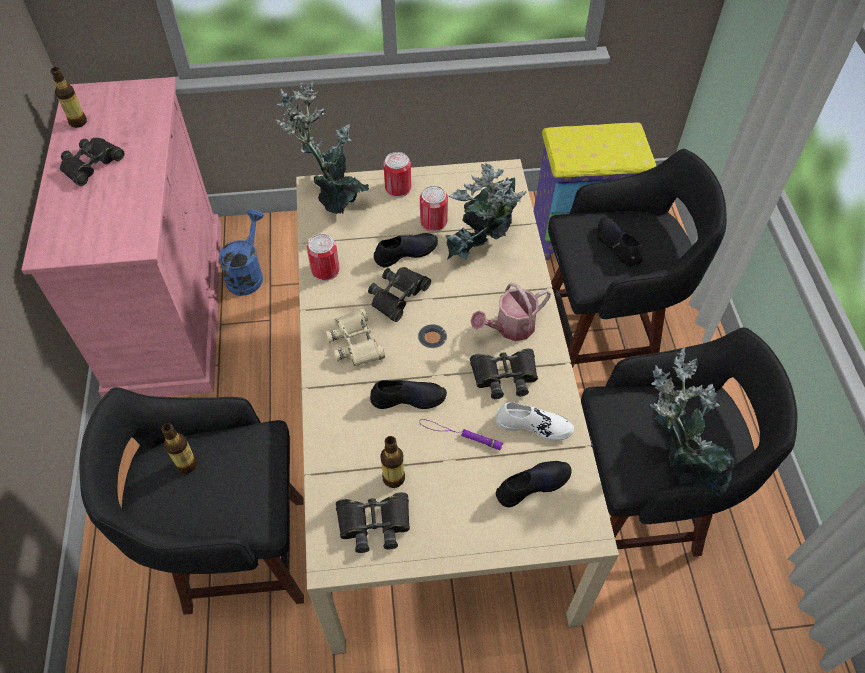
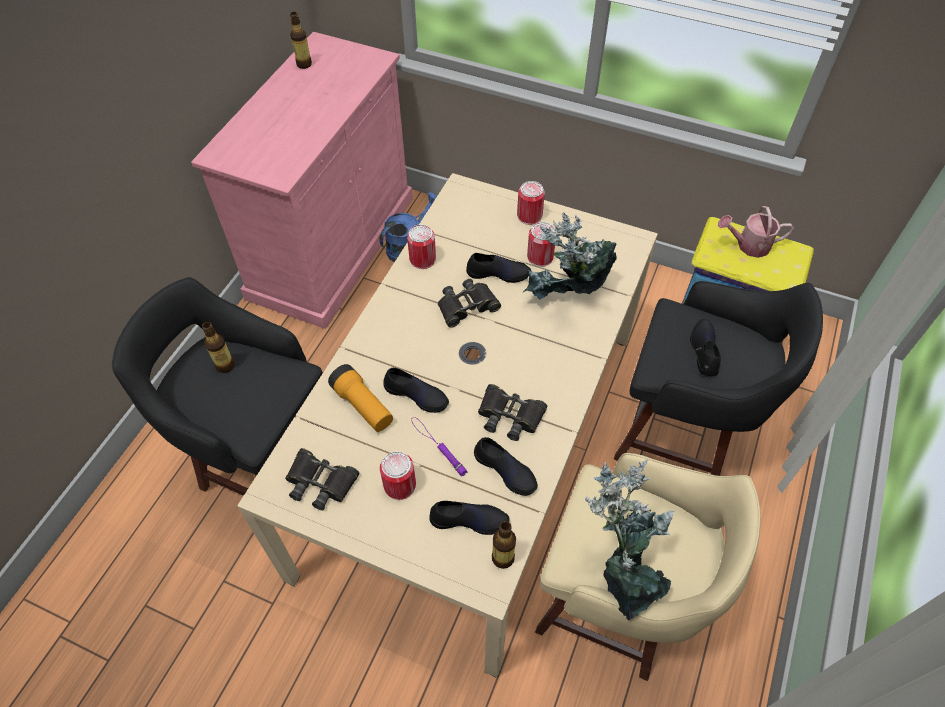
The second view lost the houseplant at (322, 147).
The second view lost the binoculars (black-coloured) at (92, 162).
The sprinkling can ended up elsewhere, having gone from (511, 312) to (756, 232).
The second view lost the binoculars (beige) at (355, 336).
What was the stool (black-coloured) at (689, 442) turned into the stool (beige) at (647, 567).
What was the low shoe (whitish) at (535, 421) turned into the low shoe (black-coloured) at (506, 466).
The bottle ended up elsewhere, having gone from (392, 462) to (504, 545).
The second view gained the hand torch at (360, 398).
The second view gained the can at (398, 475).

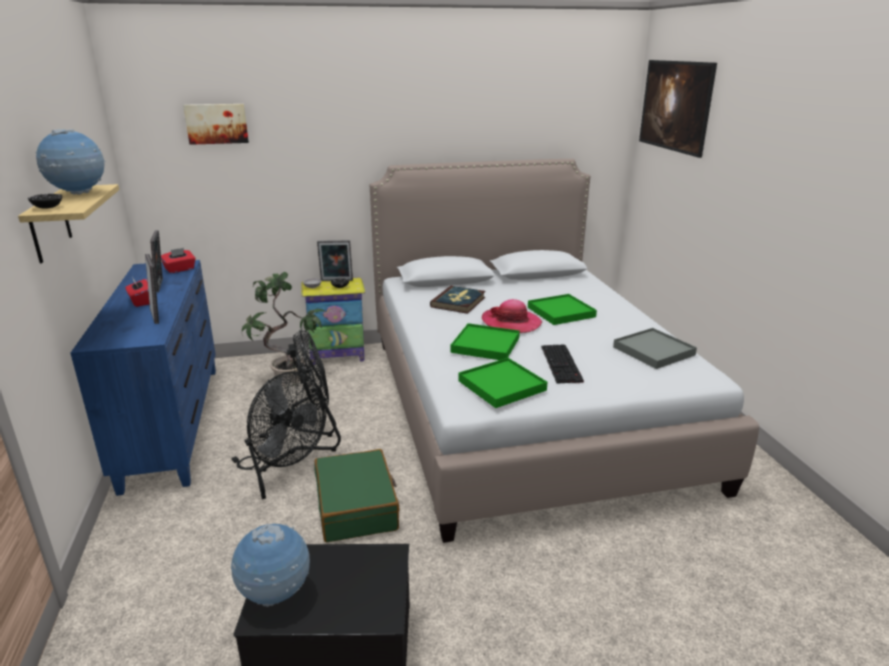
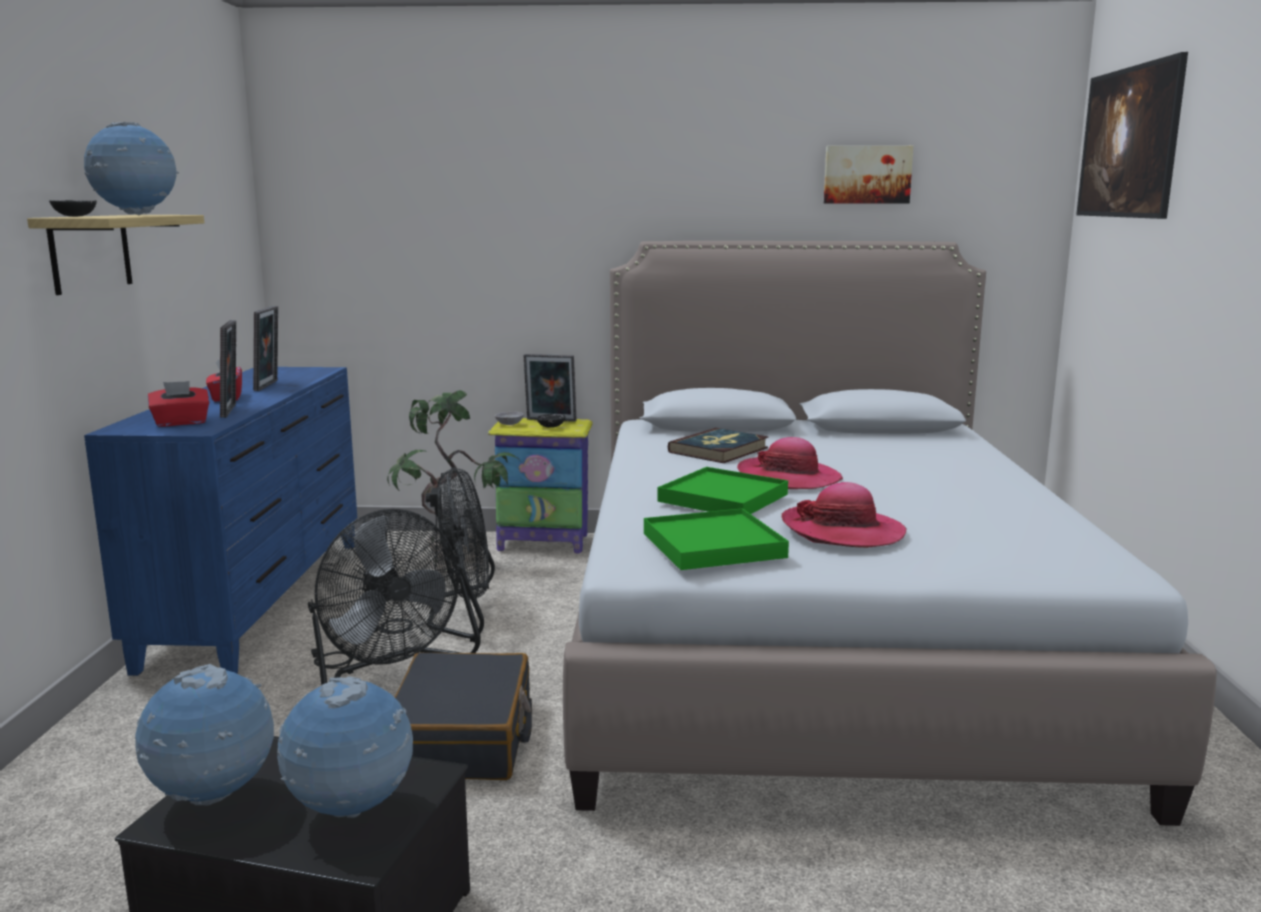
The wall picture ended up elsewhere, having gone from (216, 124) to (868, 174).
The tissue box (red-coloured) ended up elsewhere, having gone from (178, 260) to (178, 404).
The second view lost the tray (green) at (562, 309).
The second view lost the tray (greyish) at (655, 348).
Where the PC keyboard stood at (562, 364), the clothing hat came to stand at (843, 515).
What was the travel case (green) at (357, 495) turned into the travel case (black-coloured) at (463, 716).
The second view gained the world globe at (345, 747).

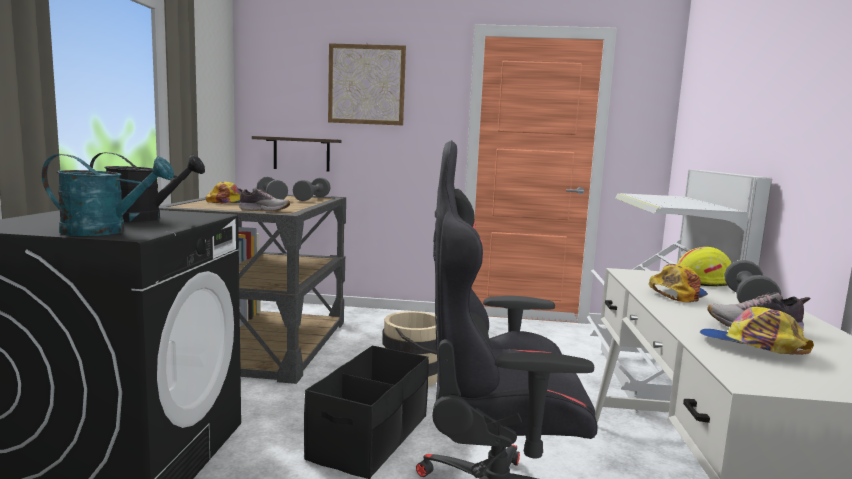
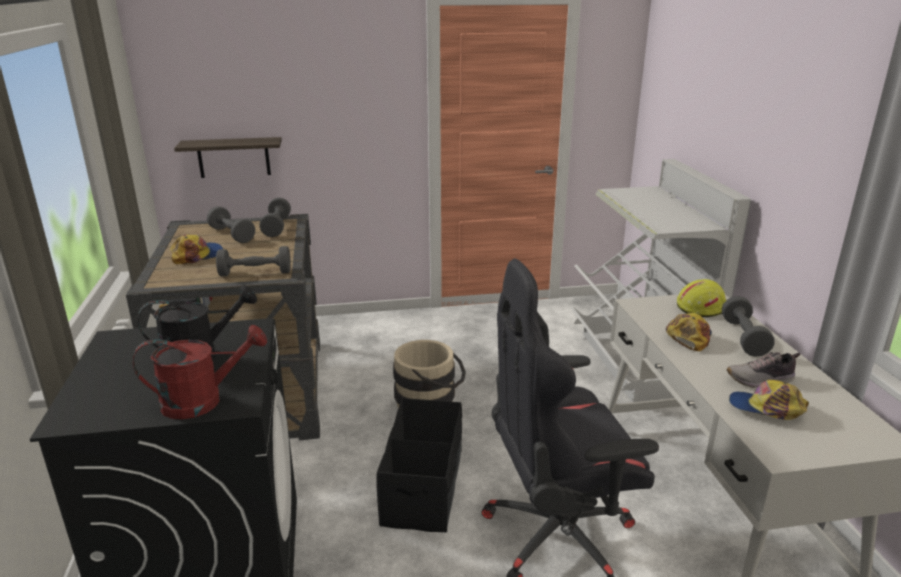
The second view lost the wall picture at (367, 84).
What was the sprinkling can (turquoise) at (108, 195) turned into the sprinkling can (red-coloured) at (200, 372).
Where the low shoe stood at (264, 199), the dumbbell (greyish) came to stand at (253, 261).

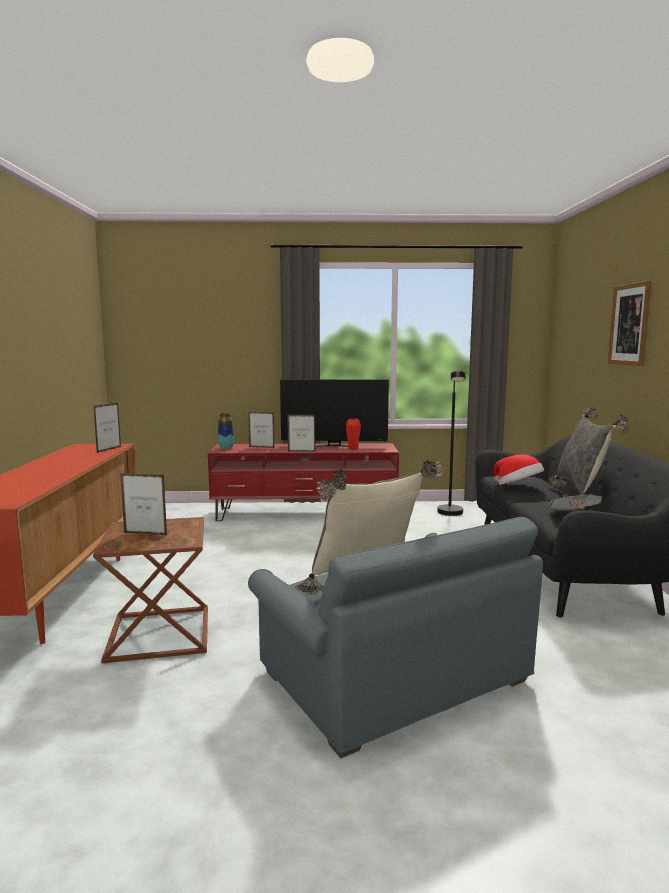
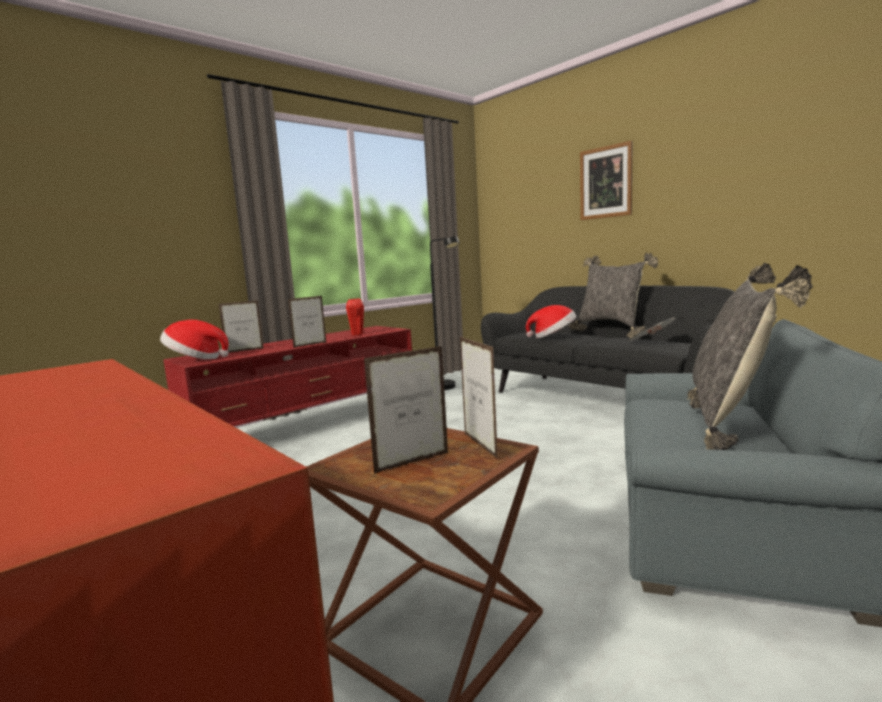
The second view lost the television at (334, 413).
The standing frame ended up elsewhere, having gone from (107, 427) to (479, 397).
Where the flower vase stood at (226, 431), the clothing hat came to stand at (194, 339).

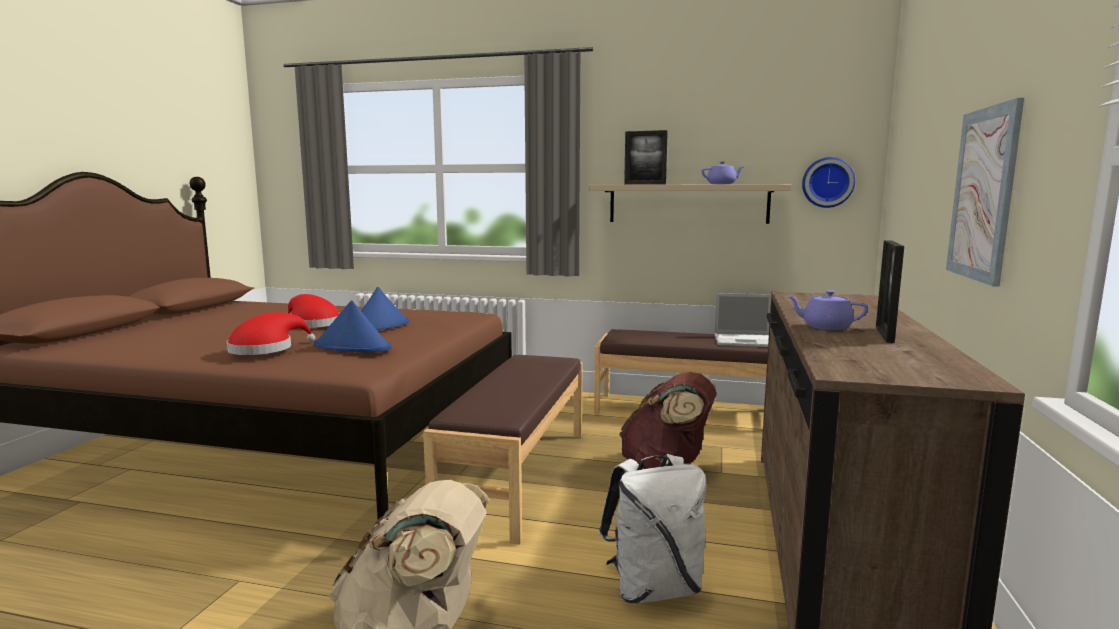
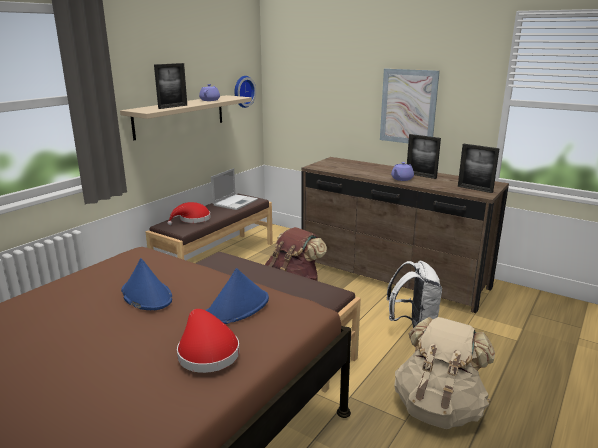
The clothing hat (red-coloured) ended up elsewhere, having gone from (314, 311) to (189, 213).
The second view gained the standing frame at (479, 168).

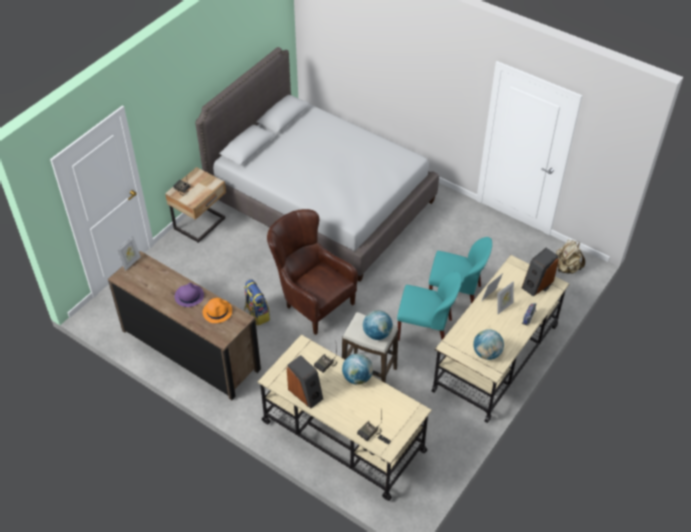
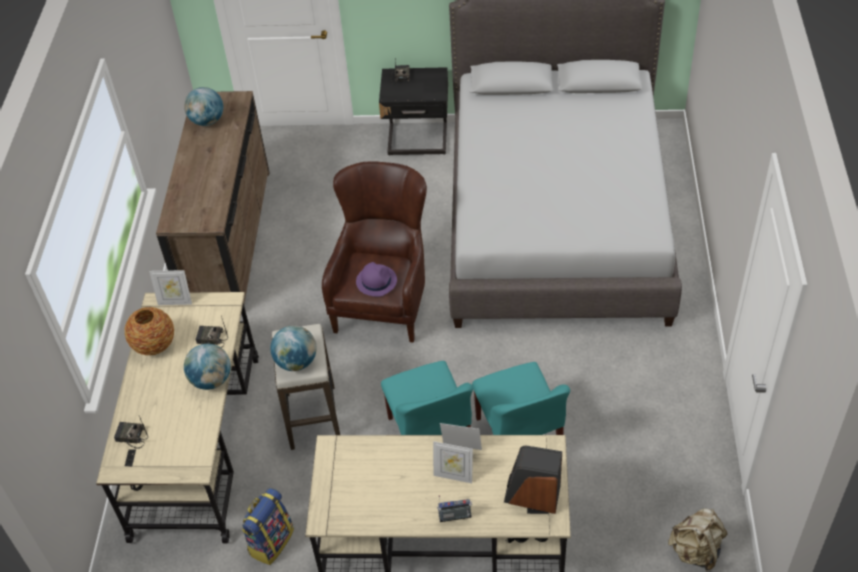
What was the night table (beige) at (195, 205) turned into the night table (black-coloured) at (413, 111).
The standing frame ended up elsewhere, having gone from (129, 253) to (170, 287).
The knapsack ended up elsewhere, having gone from (257, 302) to (267, 526).
The clothing hat (purple-coloured) ended up elsewhere, having gone from (189, 295) to (376, 279).
The second view lost the clothing hat (orange-coloured) at (217, 310).
The world globe ended up elsewhere, having gone from (488, 344) to (203, 106).
Where the audio speaker stood at (305, 382), the flower vase came to stand at (149, 331).

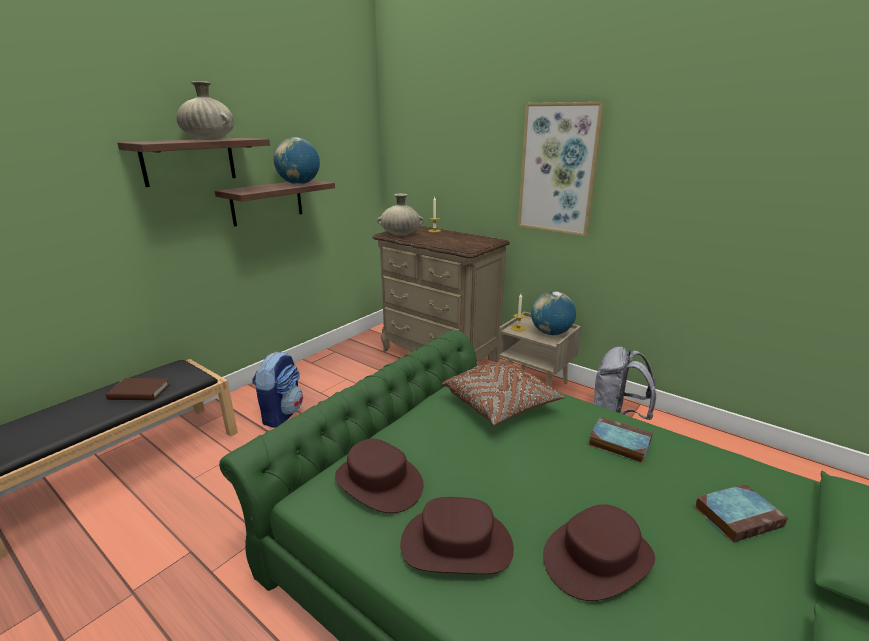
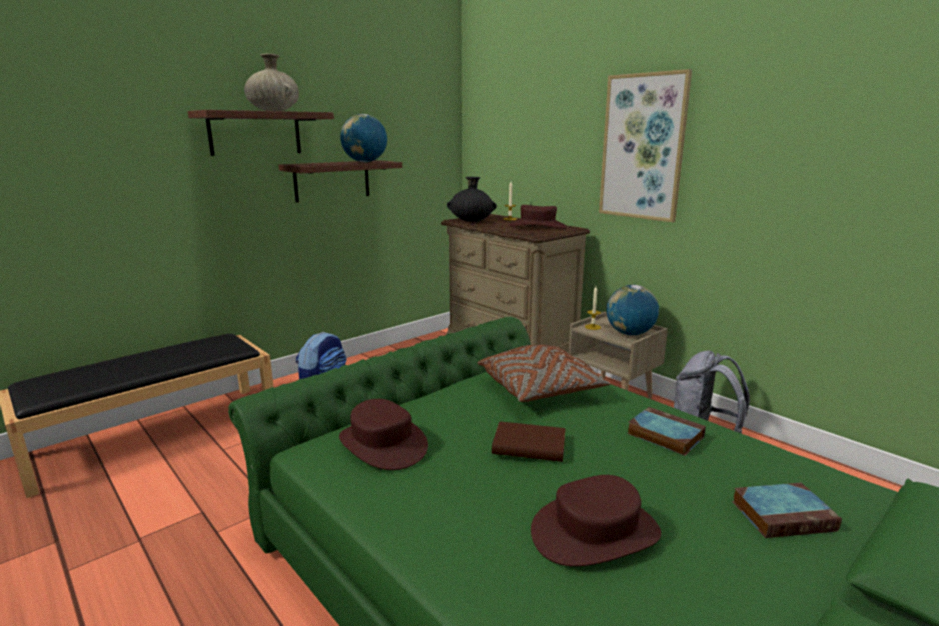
What was the flower vase (beige) at (400, 215) turned into the flower vase (black-coloured) at (472, 199).
The book (brown) ended up elsewhere, having gone from (138, 389) to (528, 441).
The clothing hat (brown) ended up elsewhere, having gone from (457, 535) to (538, 217).

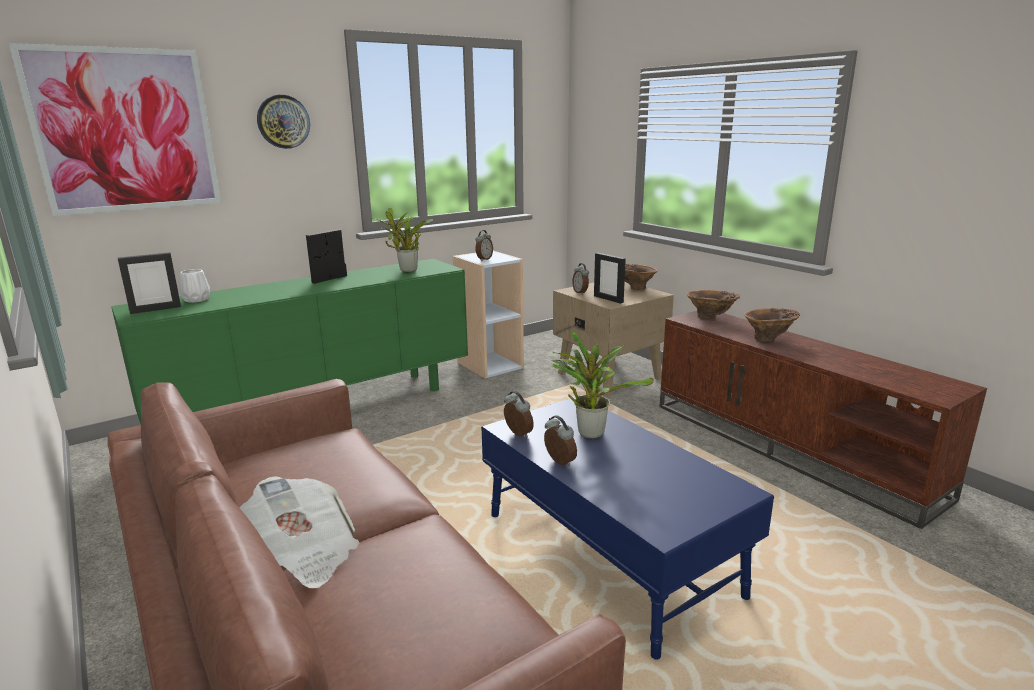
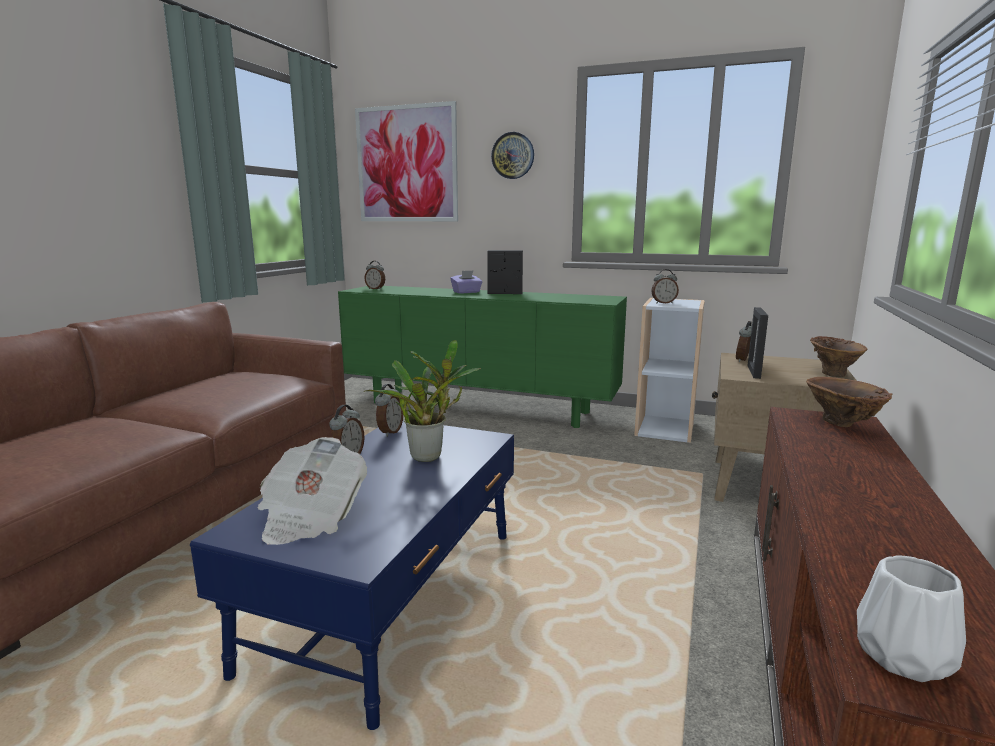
The second view lost the houseplant at (402, 240).
Where the standing frame stood at (149, 283), the alarm clock came to stand at (375, 275).
The flower vase (whitish) ended up elsewhere, having gone from (194, 286) to (911, 618).
The second view lost the flower vase (brown) at (772, 324).
The printed paper ended up elsewhere, having gone from (299, 532) to (312, 491).
The second view gained the tissue box (purple-coloured) at (467, 282).

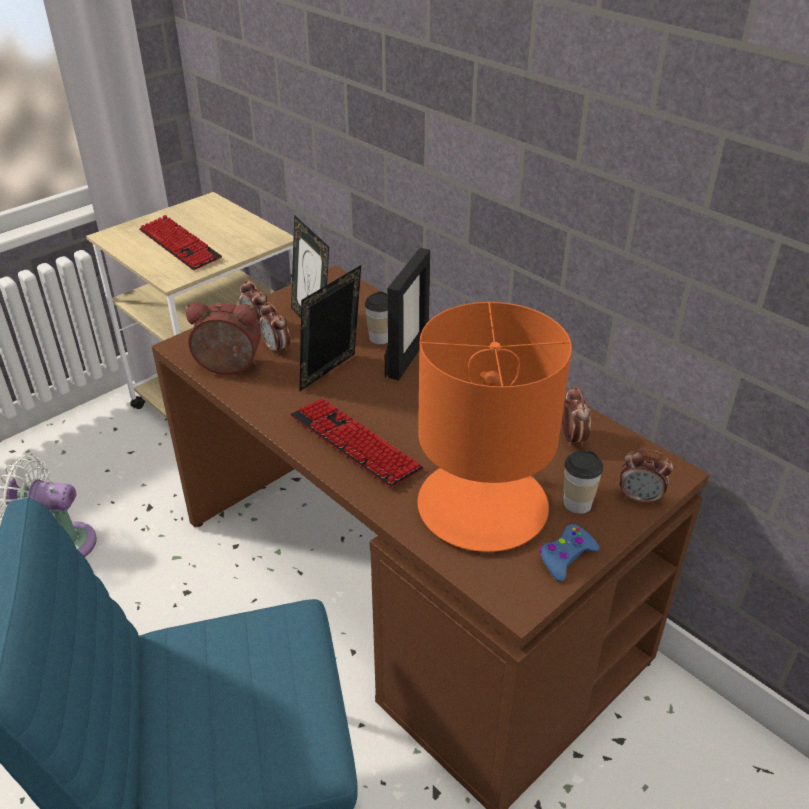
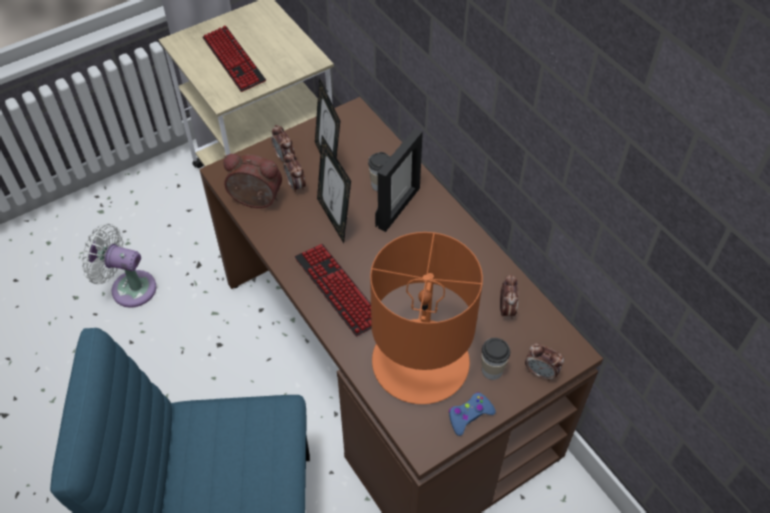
The standing frame at (330, 328) ended up facing another way, 75 degrees counterclockwise from before.

